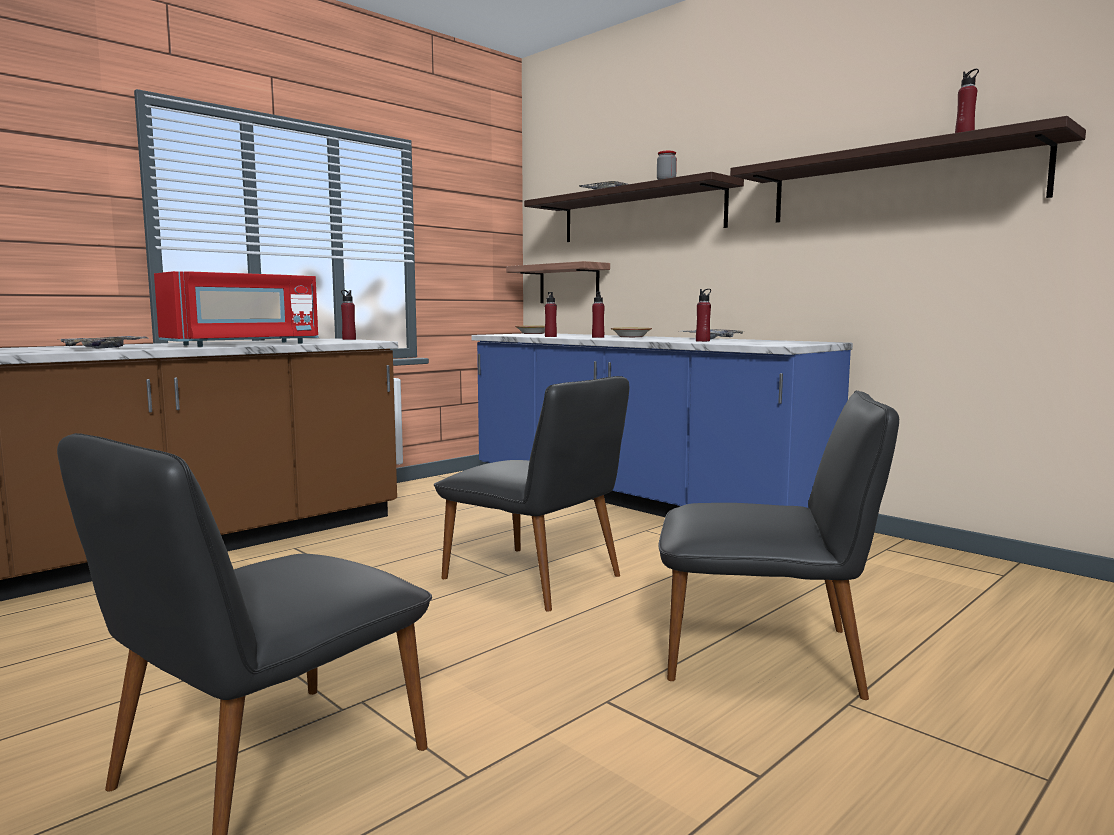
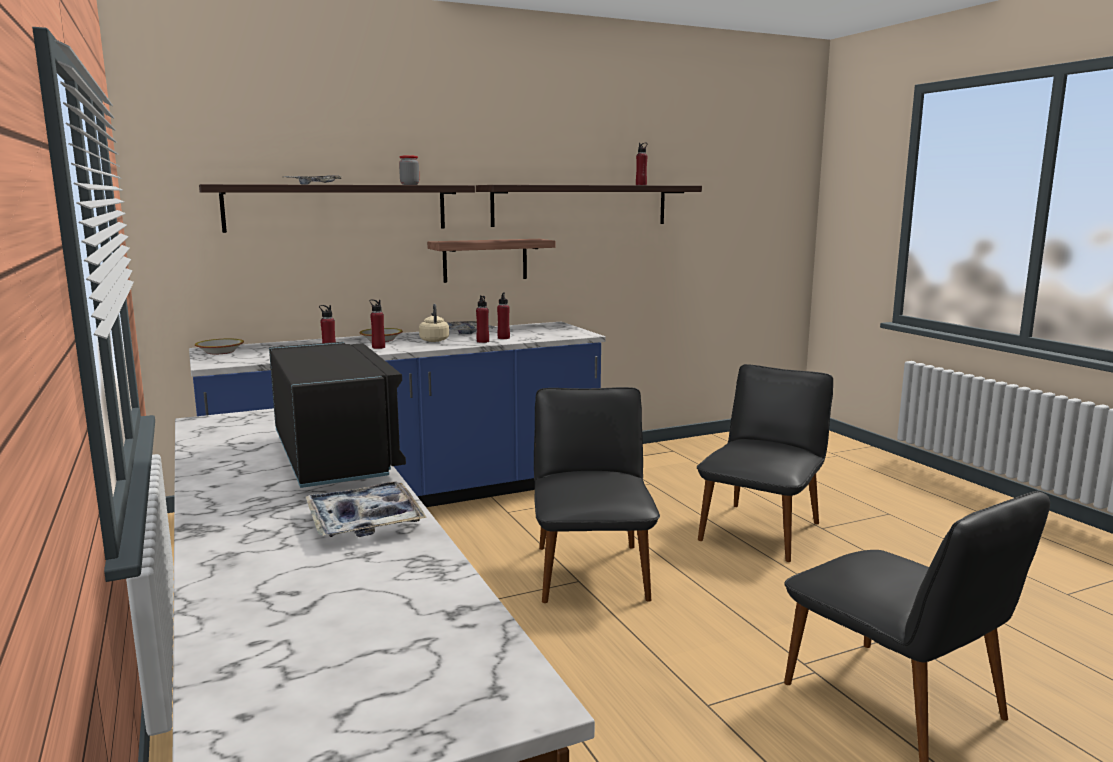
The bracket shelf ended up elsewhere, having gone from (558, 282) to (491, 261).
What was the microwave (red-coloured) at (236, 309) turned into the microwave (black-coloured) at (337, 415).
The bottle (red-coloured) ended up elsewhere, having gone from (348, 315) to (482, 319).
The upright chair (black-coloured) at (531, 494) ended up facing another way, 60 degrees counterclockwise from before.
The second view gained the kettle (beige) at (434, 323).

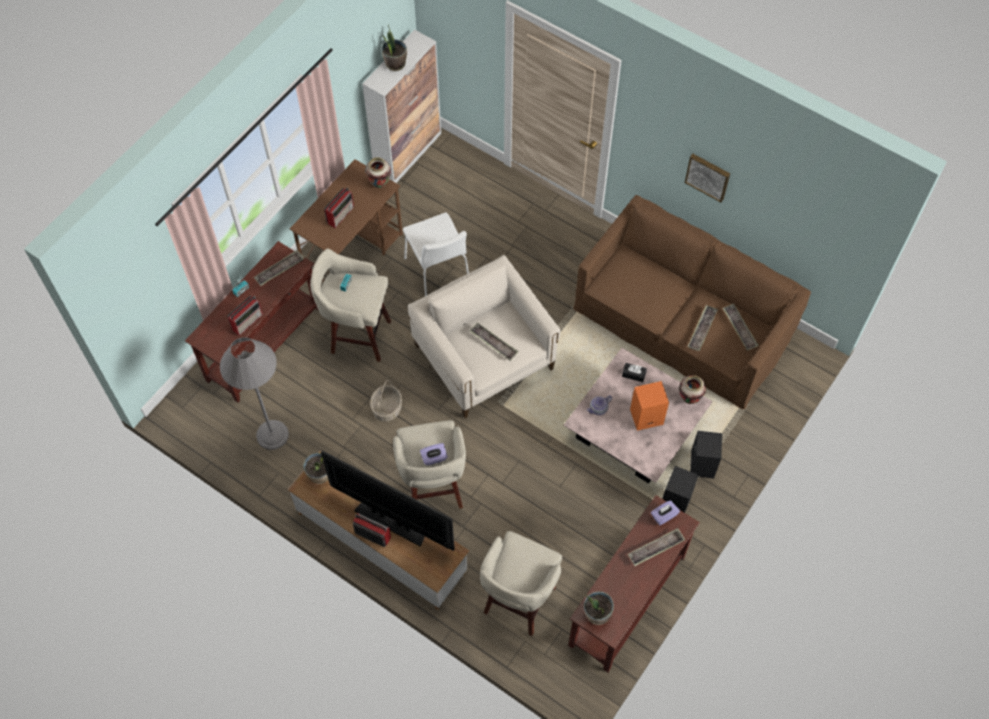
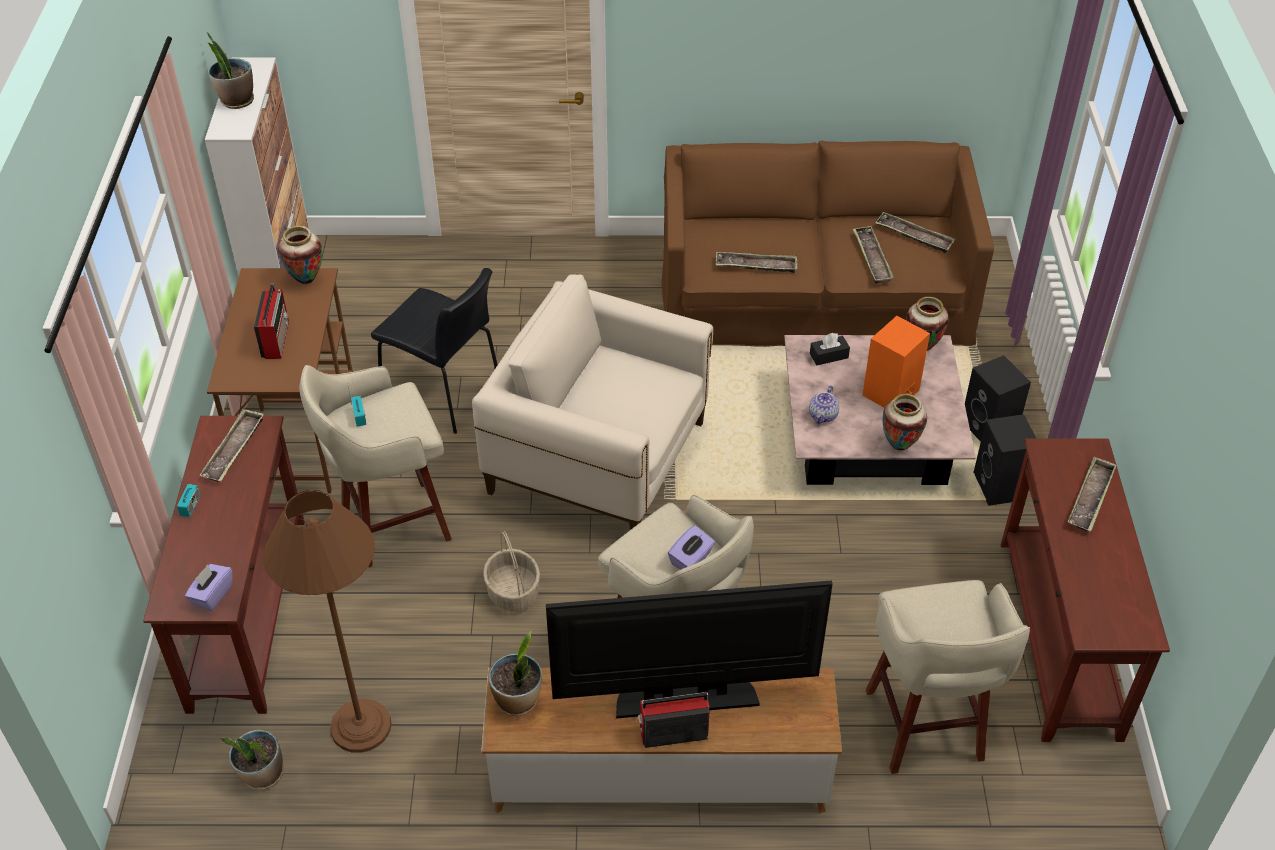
The second view lost the wall picture at (707, 178).
What was the upright chair (whitish) at (436, 254) turned into the upright chair (black-coloured) at (434, 351).
The second view lost the radio receiver at (245, 316).
The tray ended up elsewhere, having gone from (494, 342) to (756, 262).
What was the floor lamp (greyish) at (254, 393) turned into the floor lamp (brown) at (327, 621).
The tissue box (purple-coloured) ended up elsewhere, having gone from (665, 513) to (209, 587).
The houseplant ended up elsewhere, having gone from (599, 608) to (252, 760).
The second view gained the flower vase at (905, 422).

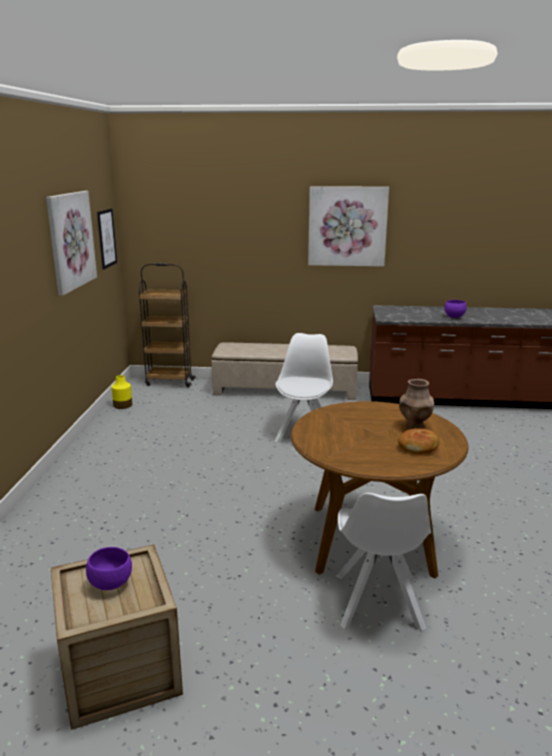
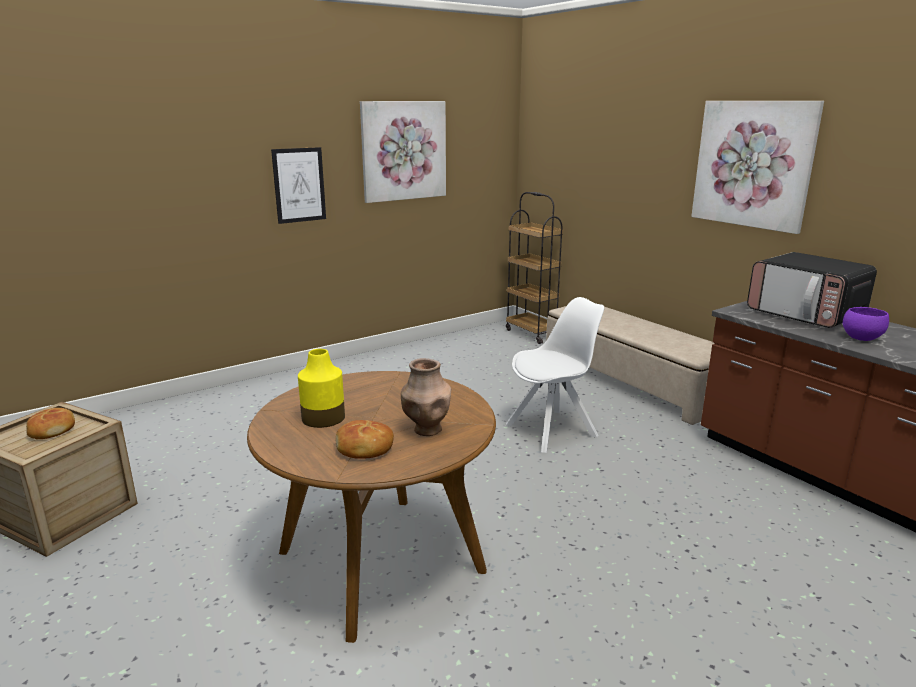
The wall picture ended up elsewhere, having gone from (107, 239) to (298, 185).
The flower vase (yellowish) ended up elsewhere, having gone from (122, 392) to (321, 388).
The second view lost the upright chair (whitish) at (383, 562).
Where the deep dish (purple-coloured) stood at (109, 568), the bread came to stand at (50, 423).
The second view gained the microwave at (812, 290).

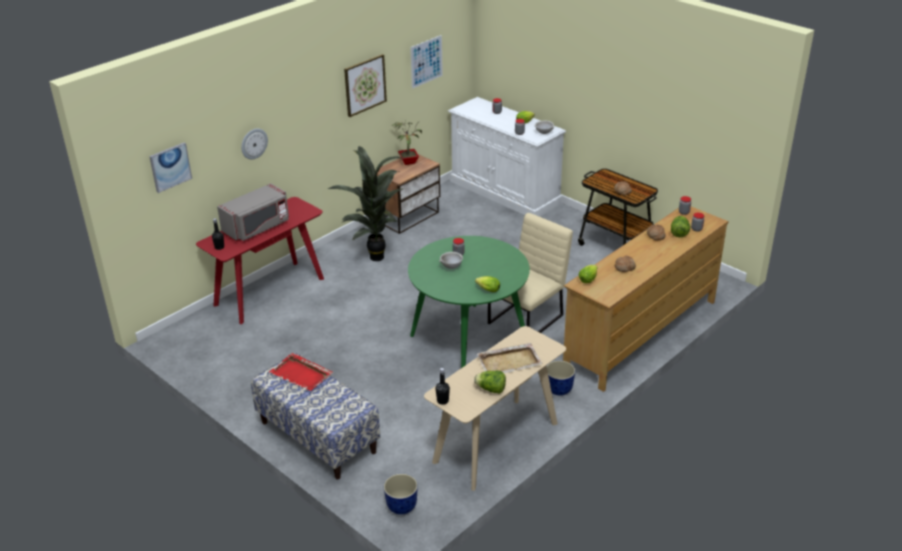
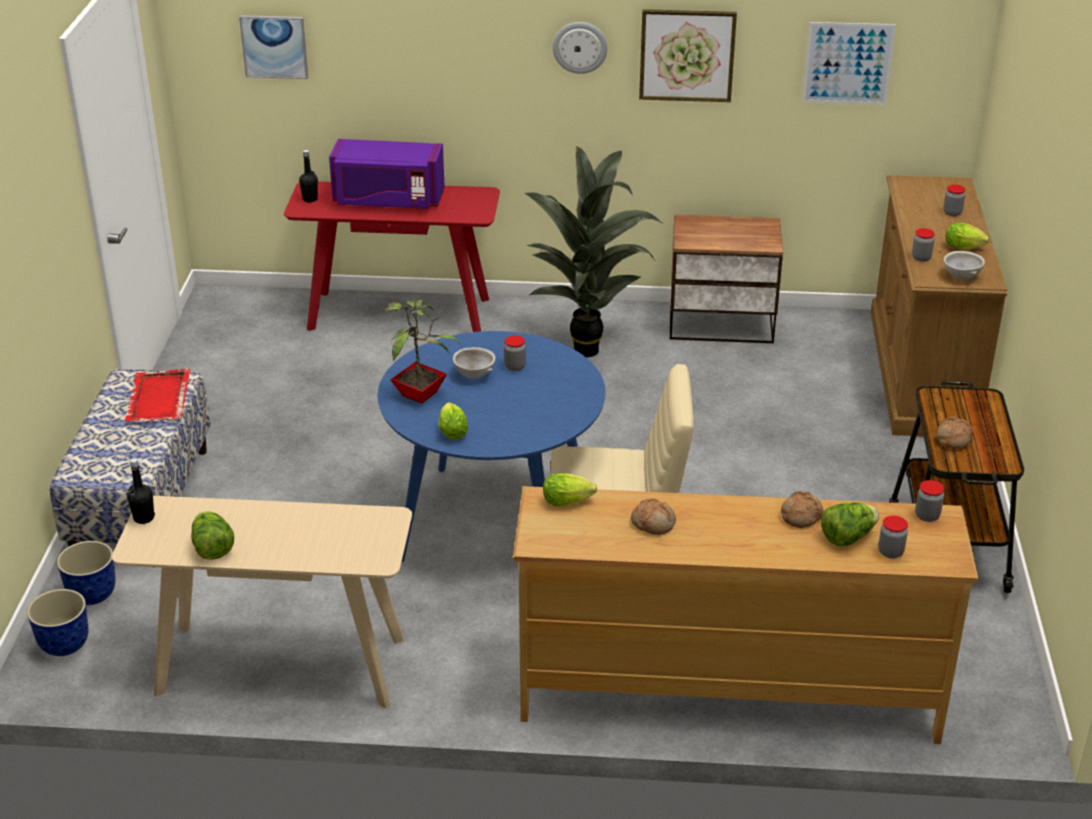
What was the cabinet (whitish) at (507, 157) turned into the cabinet (brown) at (939, 306).
The houseplant ended up elsewhere, having gone from (407, 143) to (423, 352).
The clock on the wall ended up elsewhere, having gone from (254, 143) to (580, 48).
What was the microwave (greyish) at (253, 212) turned into the microwave (purple-coloured) at (387, 174).
What was the kitchen table (green) at (469, 302) turned into the kitchen table (blue) at (492, 446).
The second view lost the tray (beige) at (510, 358).
The flower pot ended up elsewhere, having gone from (561, 378) to (86, 573).

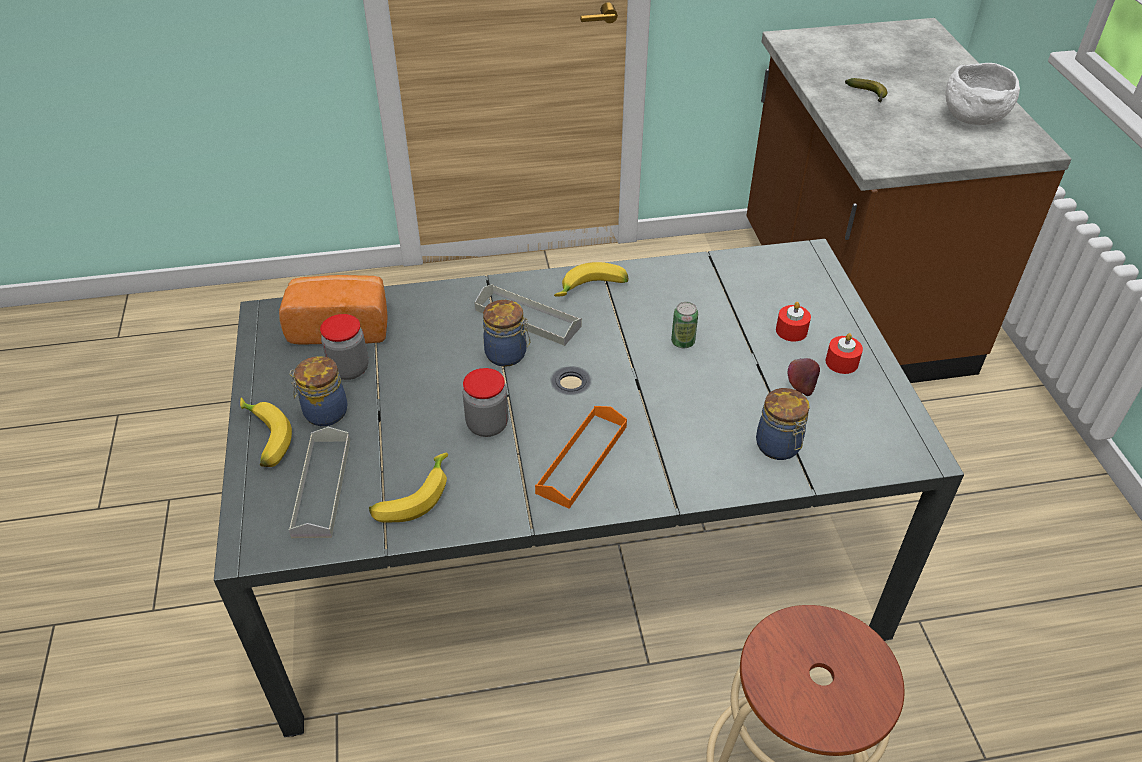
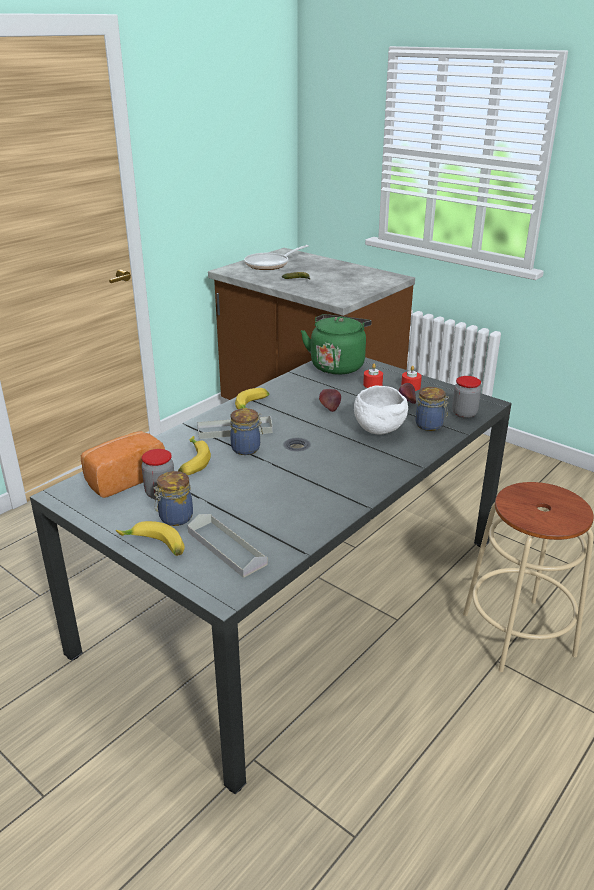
The deep dish (whitish) ended up elsewhere, having gone from (983, 94) to (381, 410).
Where the can stood at (684, 325), the whole apple came to stand at (330, 400).
The preserve jar ended up elsewhere, having gone from (485, 402) to (466, 397).
The second view lost the tray (orange-coloured) at (581, 457).
The whole banana ended up elsewhere, having gone from (408, 488) to (194, 455).
The second view gained the frying pan at (276, 257).
The second view gained the kettle (green) at (336, 344).

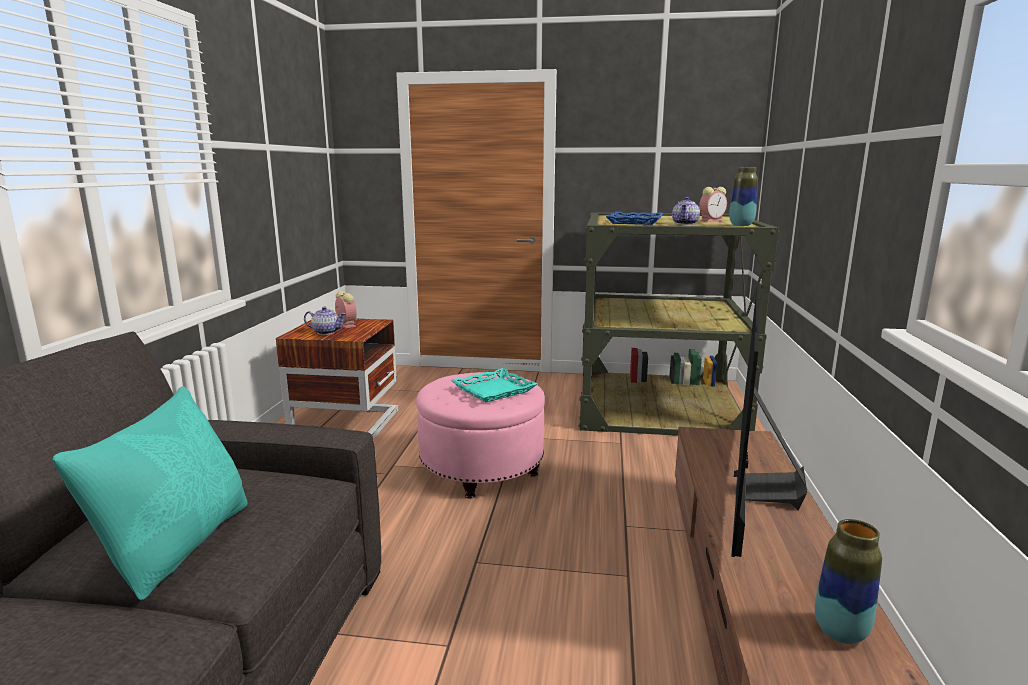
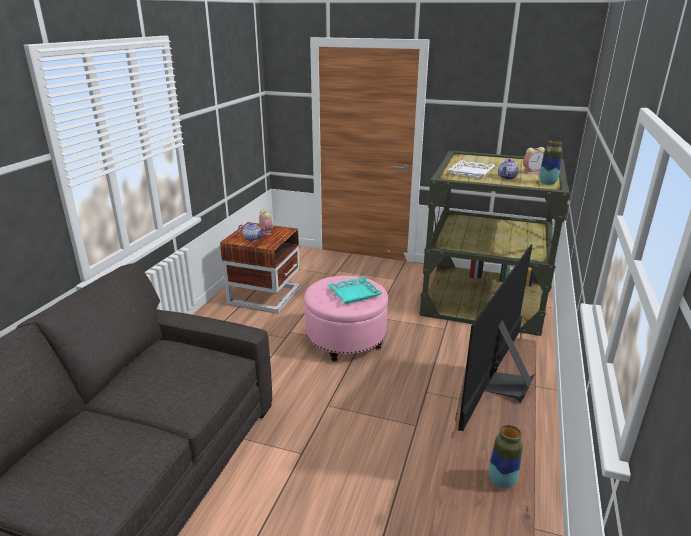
What was the tray (blue) at (634, 218) turned into the tray (whitish) at (471, 169).
The second view lost the throw pillow (turquoise) at (149, 493).

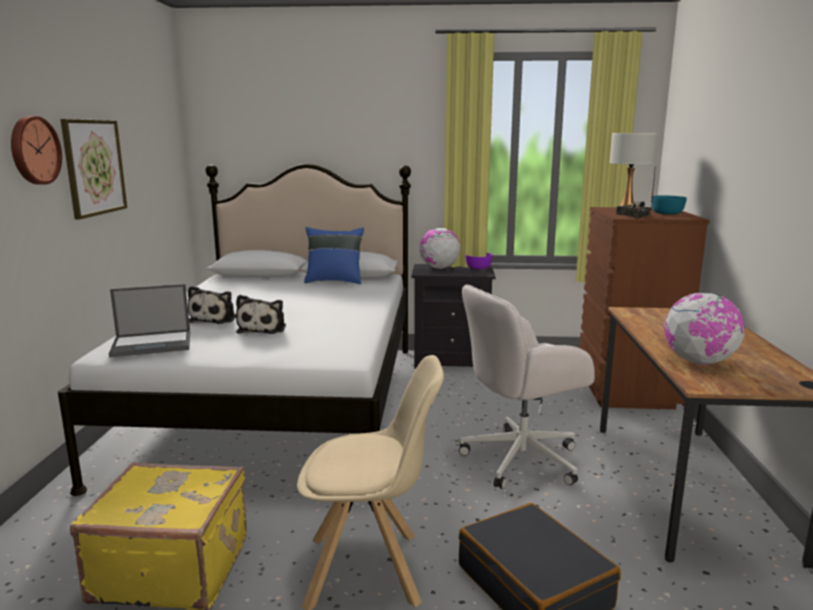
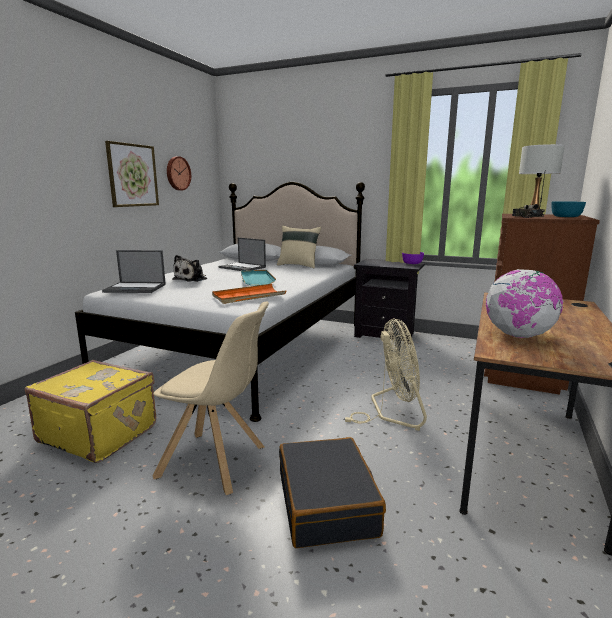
The clock on the wall ended up elsewhere, having gone from (36, 150) to (179, 173).
What was the throw pillow (blue) at (334, 255) turned into the throw pillow (beige) at (299, 247).
The second view lost the world globe at (439, 248).
Where the desk chair (whitish) stood at (527, 386), the electric fan (beige) came to stand at (385, 374).
The second view lost the plush toy at (261, 314).
The second view gained the portable computer at (242, 254).
The second view gained the tray (turquoise) at (258, 277).
The second view gained the tray (orange-coloured) at (249, 294).

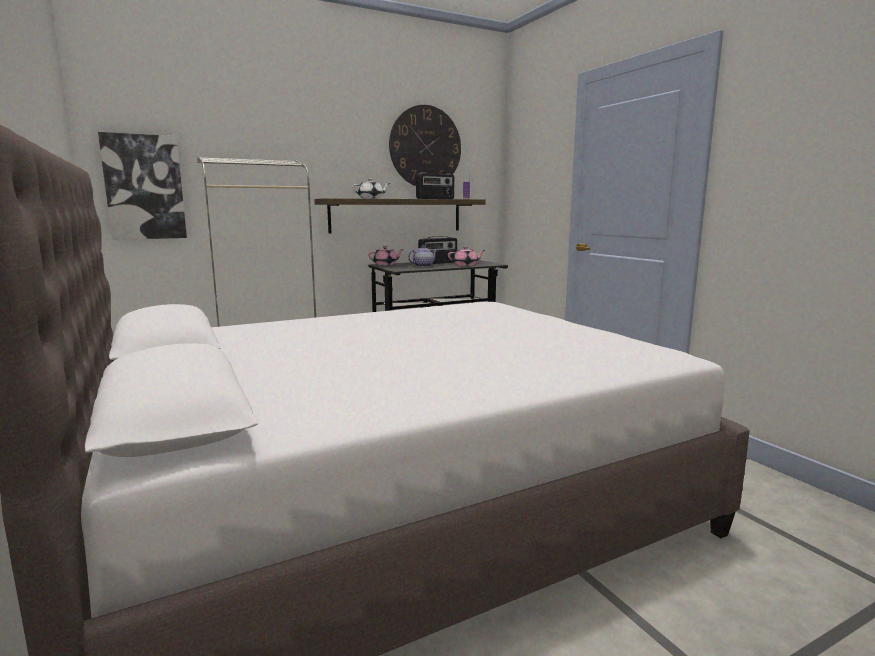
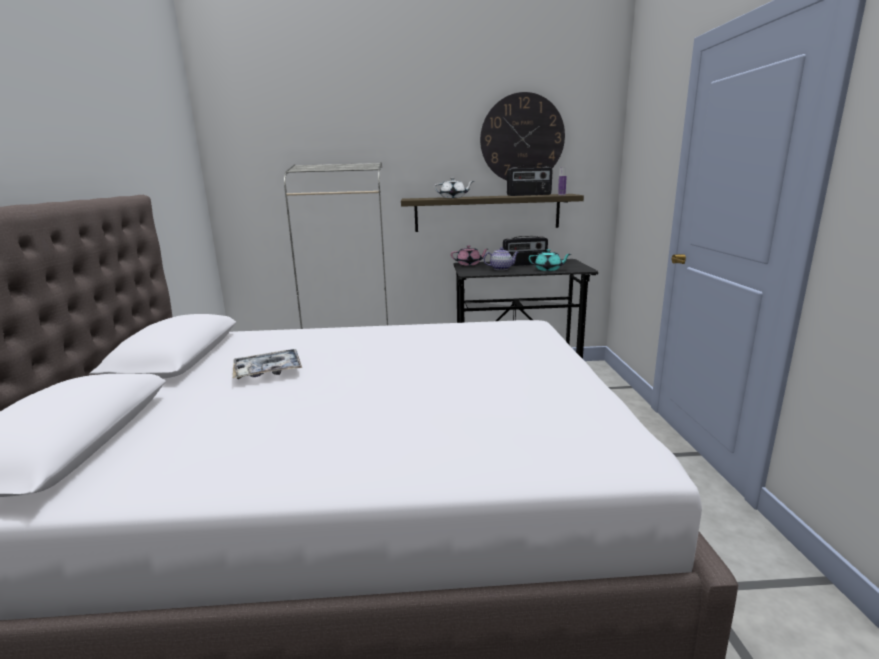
The second view lost the wall picture at (142, 186).
What was the teapot (pinkish) at (466, 256) turned into the teapot (turquoise) at (550, 260).
The second view gained the tray at (267, 364).

